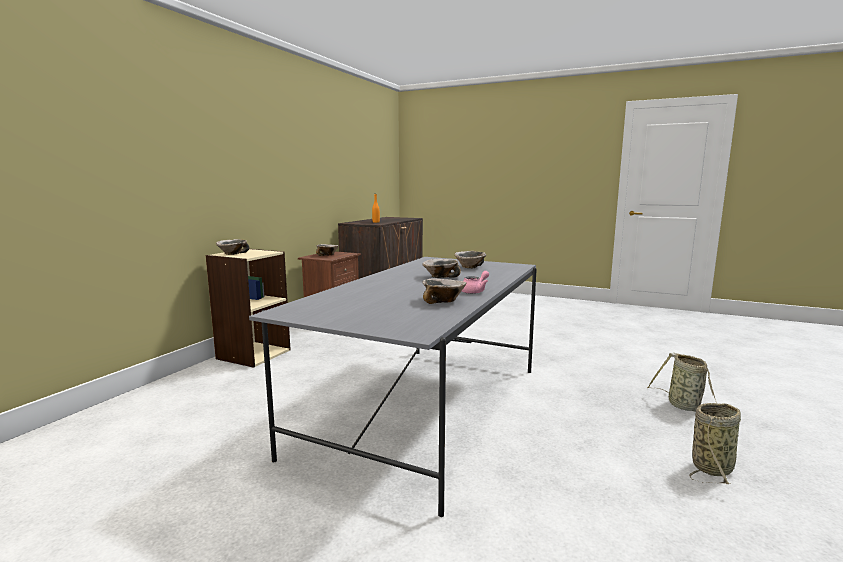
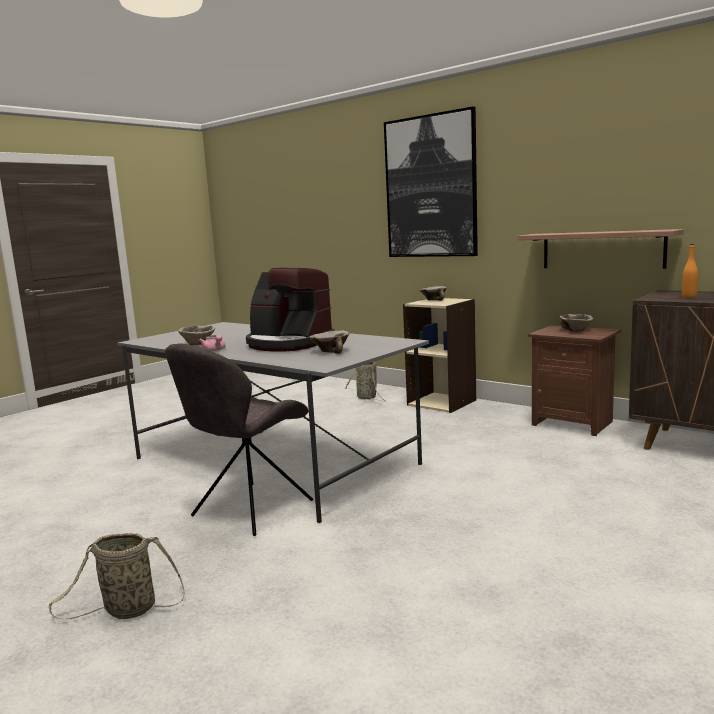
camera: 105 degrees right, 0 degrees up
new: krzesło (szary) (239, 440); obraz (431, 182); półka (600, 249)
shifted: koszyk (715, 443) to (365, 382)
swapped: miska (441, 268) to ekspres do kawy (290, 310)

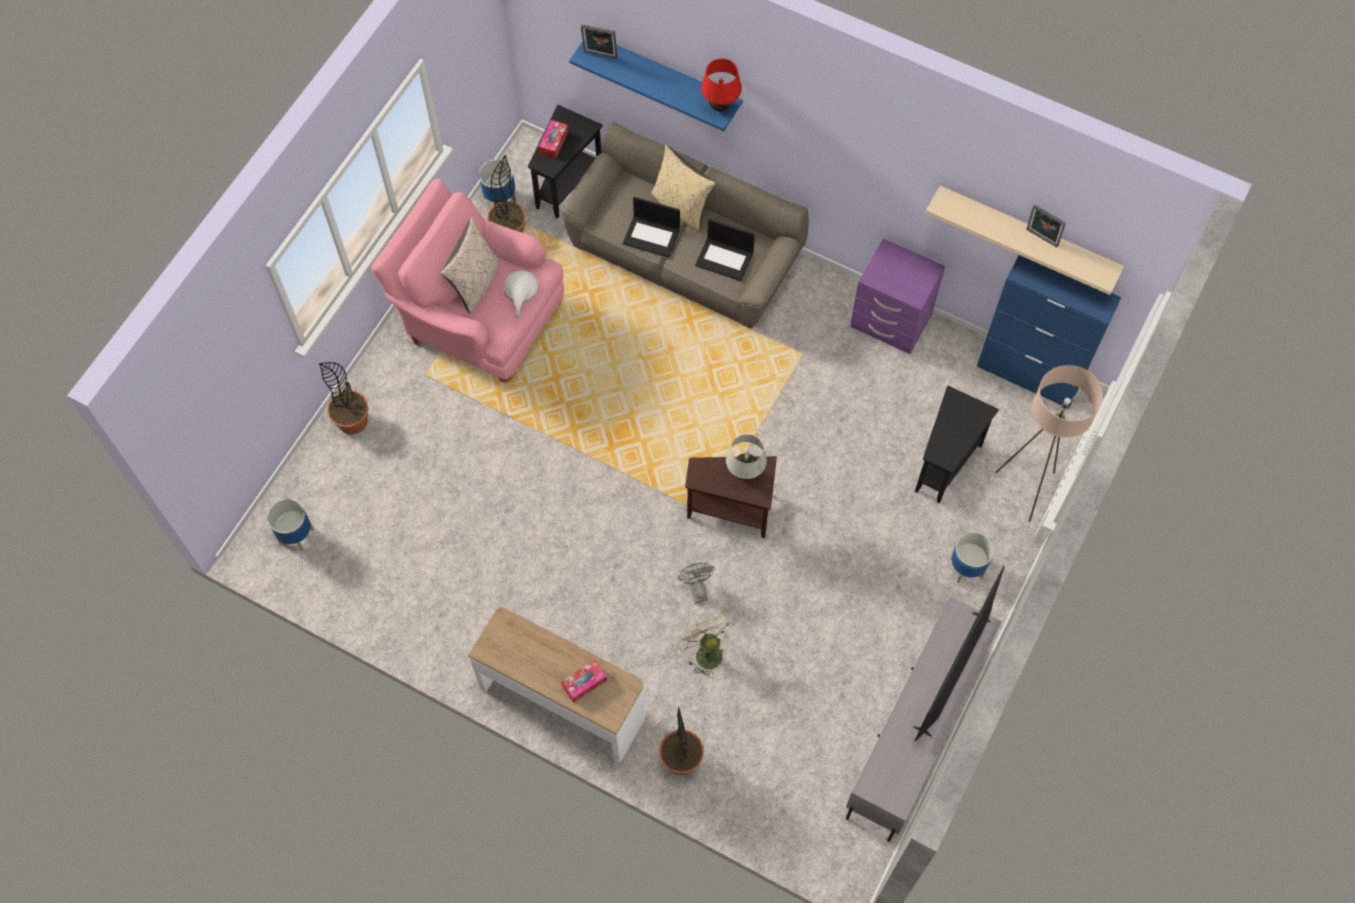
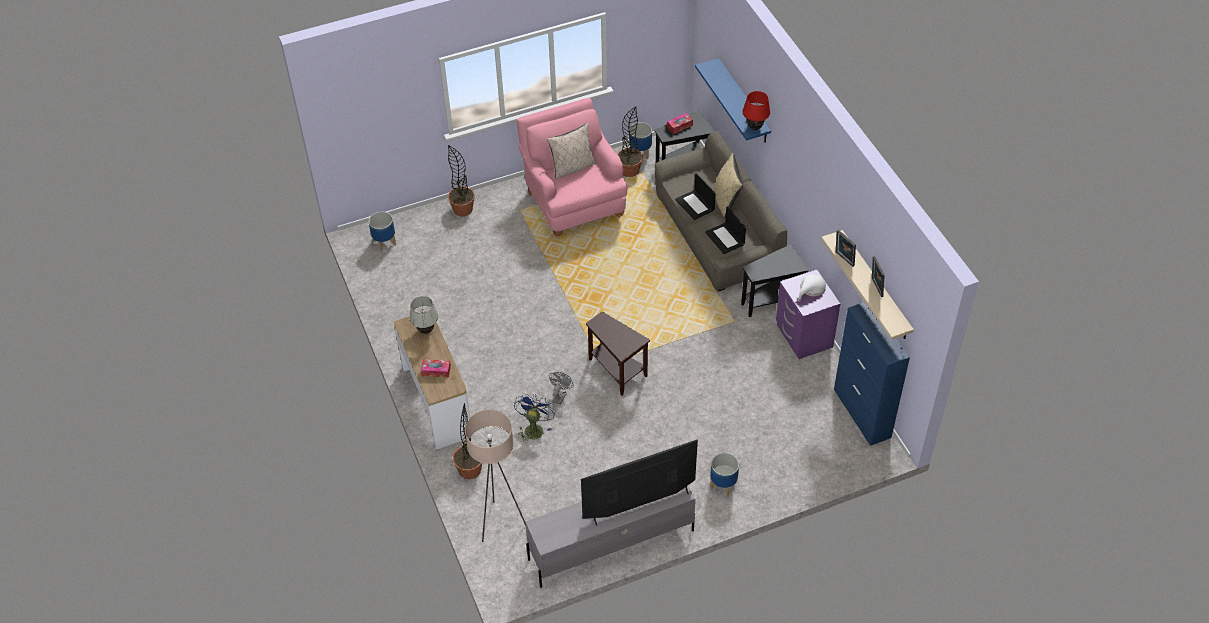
camera: 40 degrees right, 15 degrees down
shifted: kapelusz (biały) (521, 294) to (811, 288); ramka na zdjęcie (599, 41) to (846, 248); lampa stołowa (biały) (746, 457) to (423, 315); stolik (czarny) (957, 444) to (775, 280); lampa stojąca (beżowy) (1049, 443) to (495, 476)
repainted: wentylator (beżowy) (705, 645) to wentylator (niebieski) (535, 418)

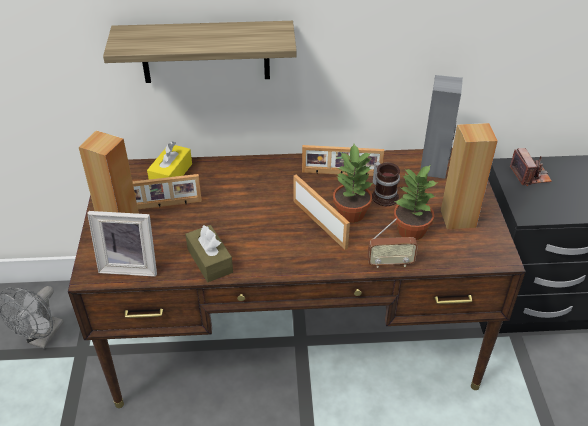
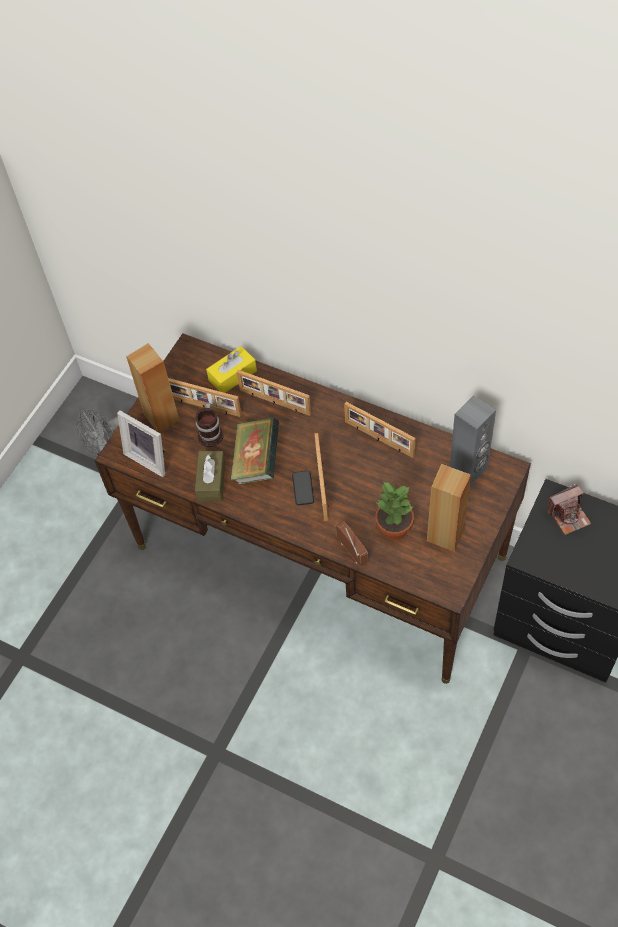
camera: 35 degrees right, 15 degrees up
gone: półka (200, 52); roślina doniczkowa (353, 183)
new: książka (255, 450); ramka na zdjęcie (274, 393); telefon (303, 488)
shifted: kubek (386, 184) to (209, 425)
rotated: radio (392, 243) = (352, 544) 150 degrees counterclockwise; aparat fotograficzny (531, 167) = (569, 509) 45 degrees clockwise

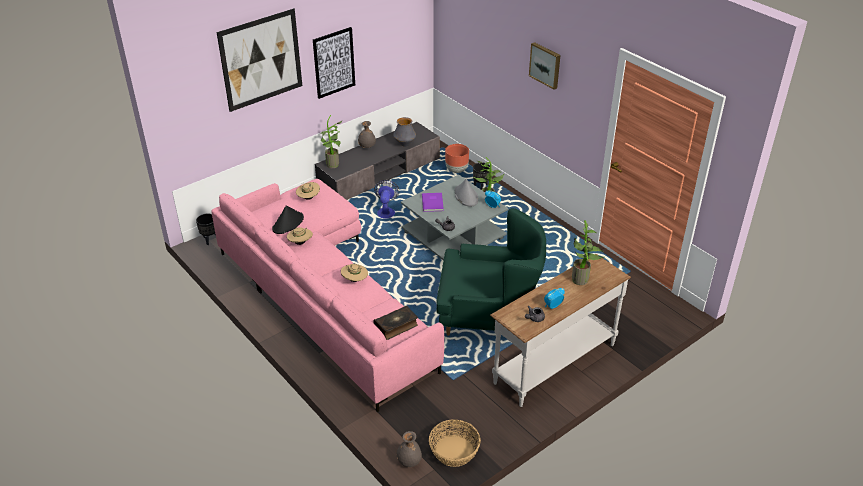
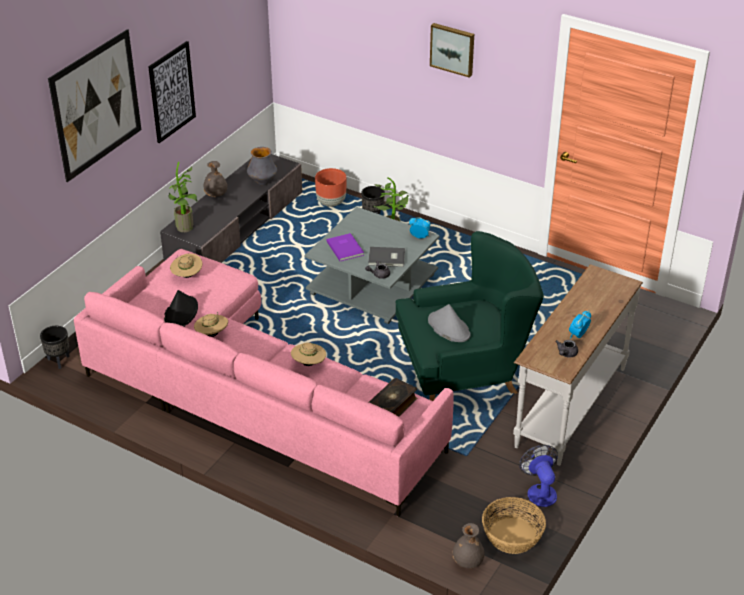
camera: 20 degrees left, 0 degrees up
gone: roślina doniczkowa (588, 252)
new: książka (szary) (386, 257)
shifted: wentylator (386, 199) to (538, 476); kapelusz (szary) (466, 193) to (449, 323)

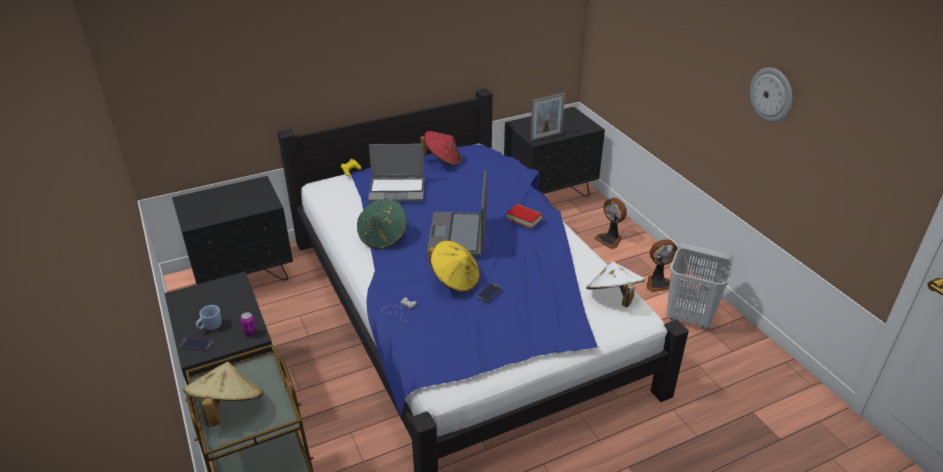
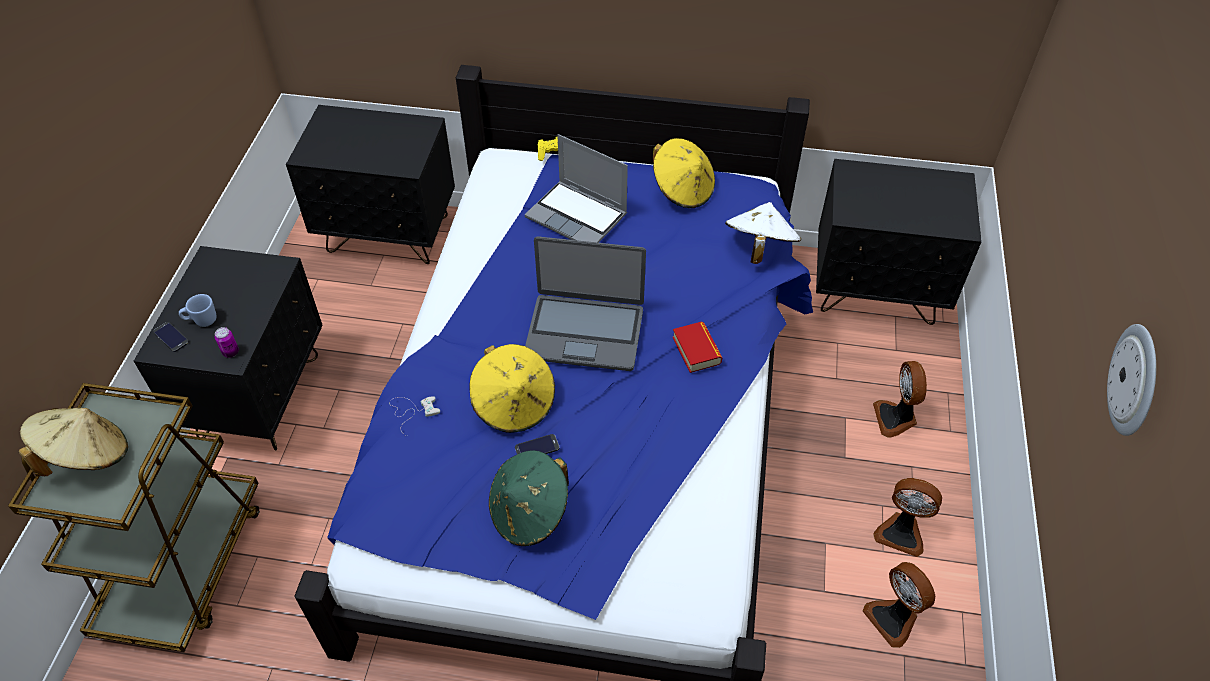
camera: 35 degrees right, 15 degrees up
gone: ramka na zdjęcie (547, 117)
shifted: kapelusz (zielony) (382, 223) to (529, 498); kapelusz (biały) (615, 284) to (763, 233)
swapped: kosz na pranie (biały) (700, 286) to wentylator (899, 605)
repainted: kapelusz (czerwony) (440, 148) to kapelusz (żółty) (684, 173)
rotated: laptop (457, 213) = (585, 303) 120 degrees counterclockwise

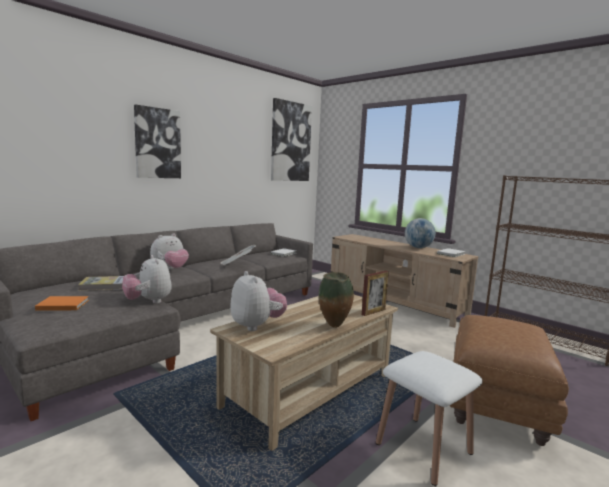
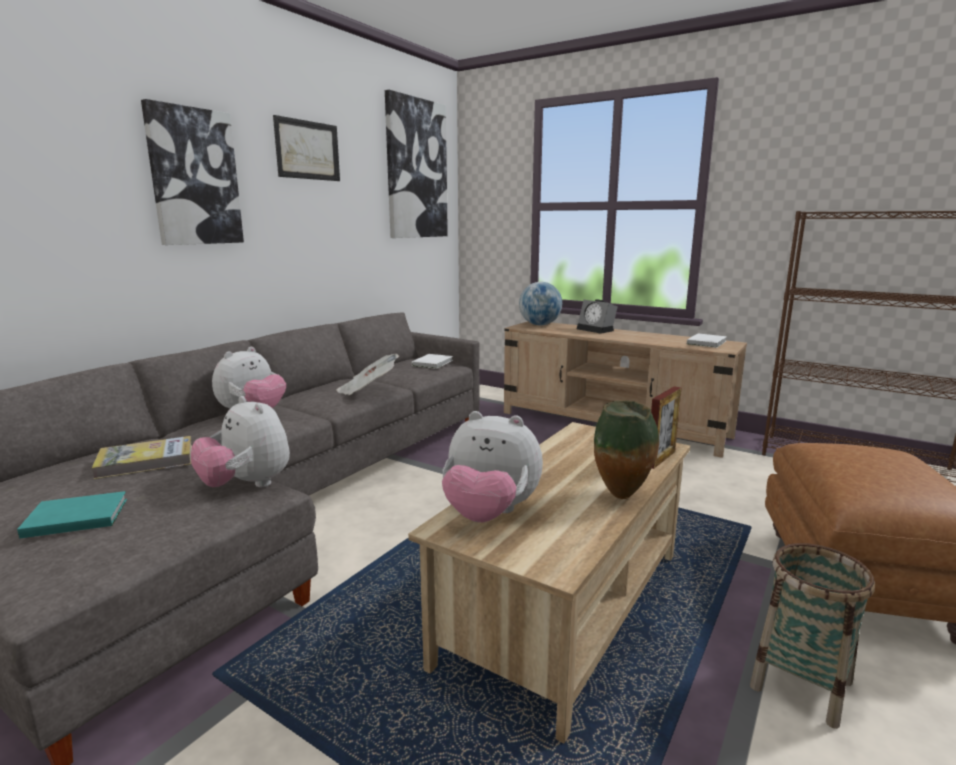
camera: 10 degrees left, 5 degrees up
new: obraz (306, 148); budzik (597, 316)
shifted: globus (420, 233) to (540, 303)
swapped: stołek (biały) (429, 418) to koszyk (812, 636)
repainted: książka (pomarańczowy) (62, 303) to książka (turkusowy) (72, 515)
rotated: pluszak (258, 301) = (492, 466) 150 degrees clockwise

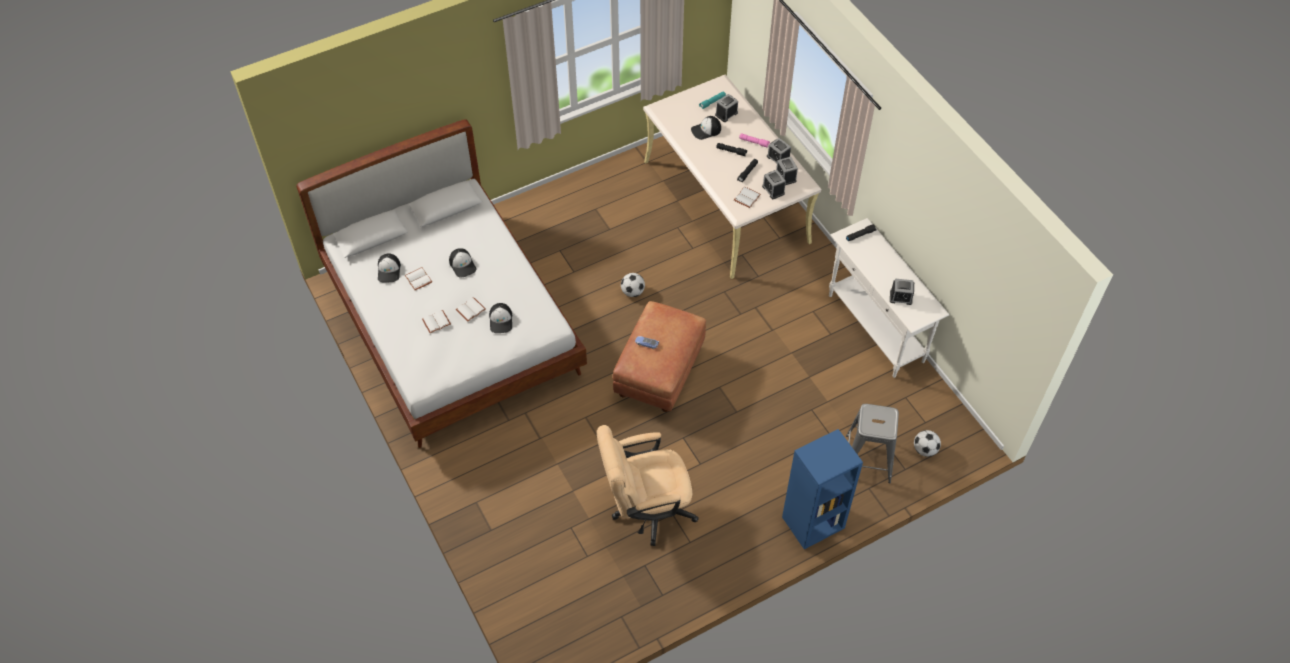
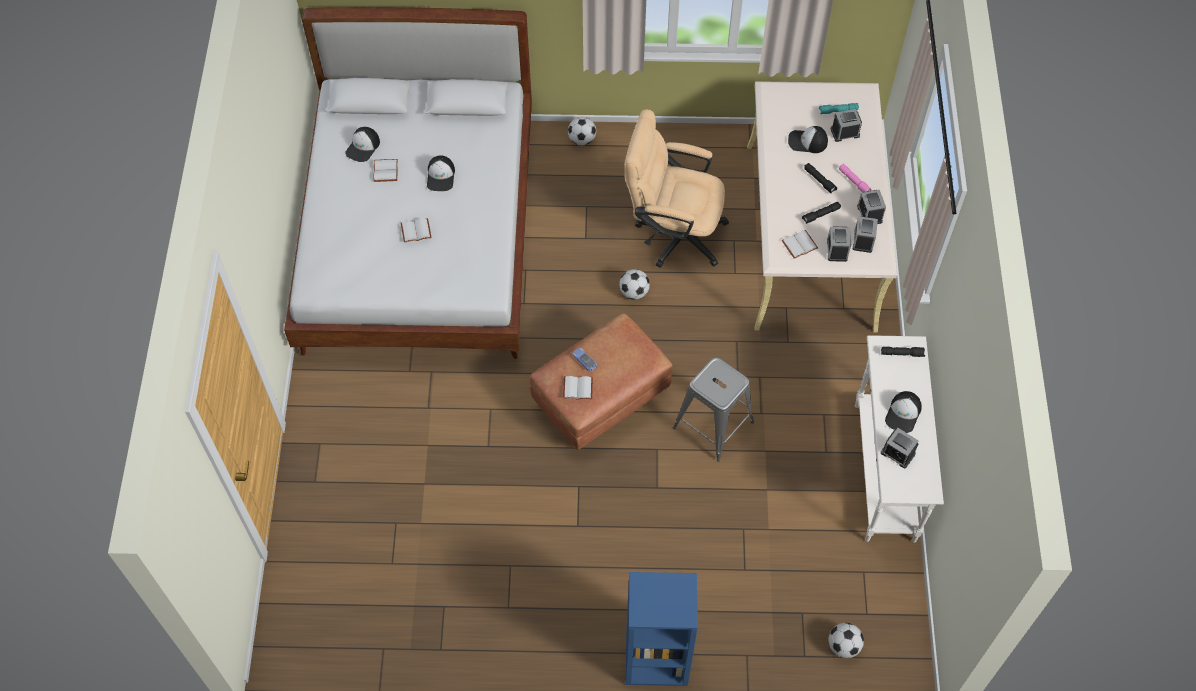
camera: 30 degrees right, 5 degrees up
new: piłka futbolowa (582, 130)
shifted: książka (biały) (436, 321) to (578, 387); czapka z daszkiem (500, 318) to (903, 412); krzesło biurowe (beżowy) (647, 485) to (676, 188); stołek (szary) (872, 444) to (713, 409)

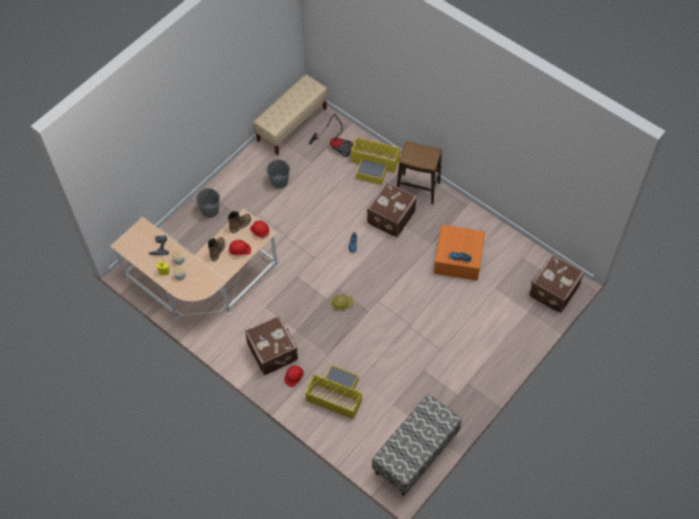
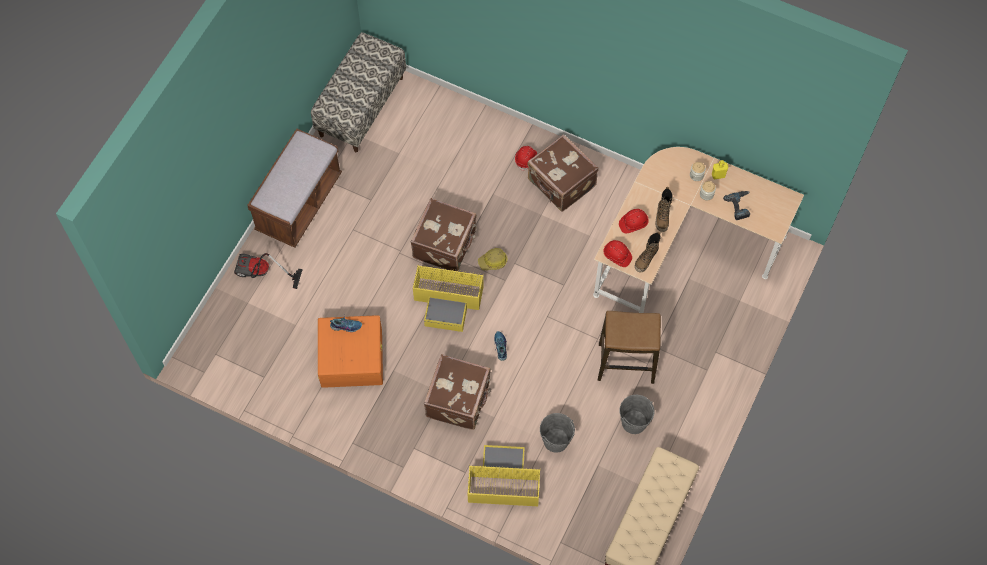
camera: 165 degrees right, 5 degrees up
new: ławka (brązowy) (294, 188)
shifted: wiadro (szary) (208, 203) to (557, 433); pojemnik do przechowywania (żółty) (333, 392) to (448, 298); odkurzacz (331, 135) to (268, 271); stołek (419, 172) to (629, 347); walizka (brązowy) (556, 283) to (444, 234)

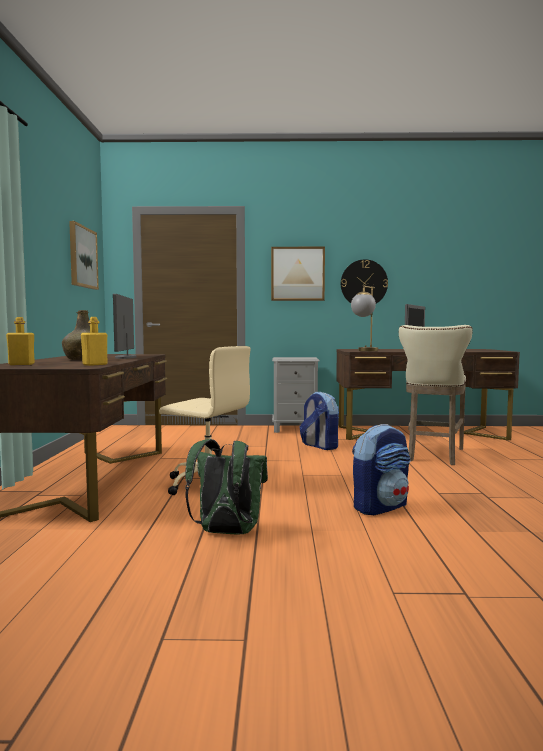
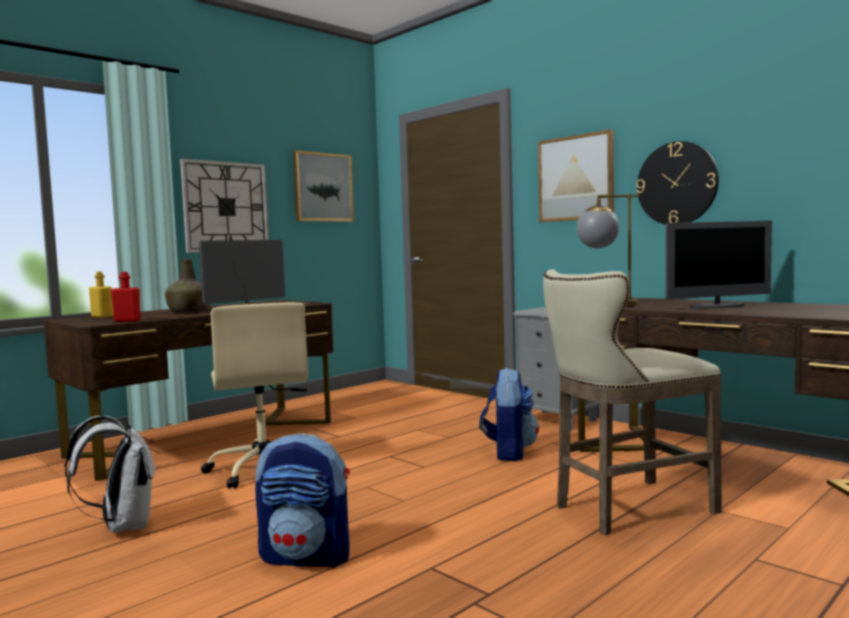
camera: 45 degrees right, 0 degrees up
new: zegar ścienny (224, 206)
repainted: butelka (żółty) (94, 341) to butelka (czerwony) (126, 297); plecak (zielony) (226, 486) to plecak (biały) (109, 474)

